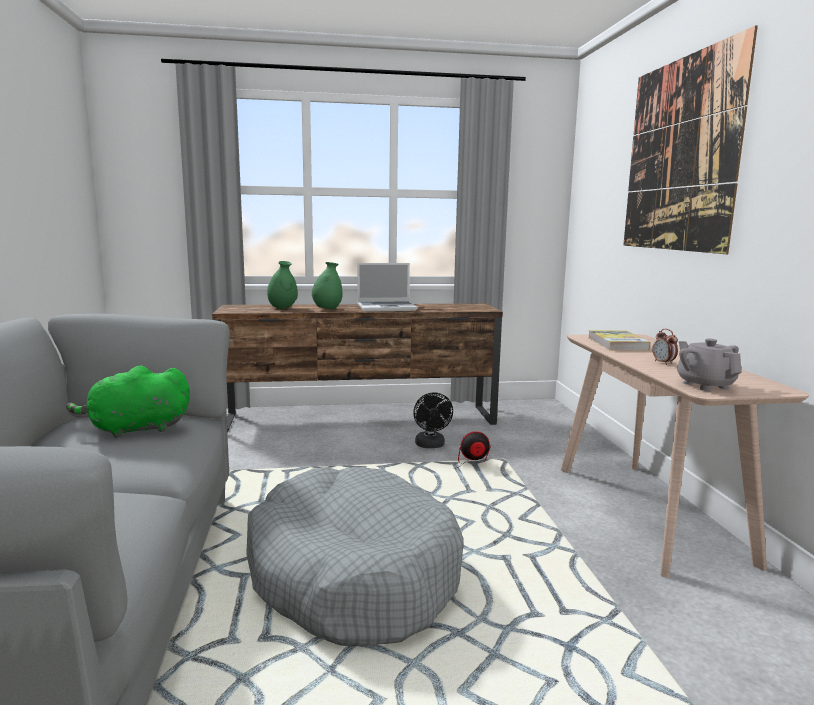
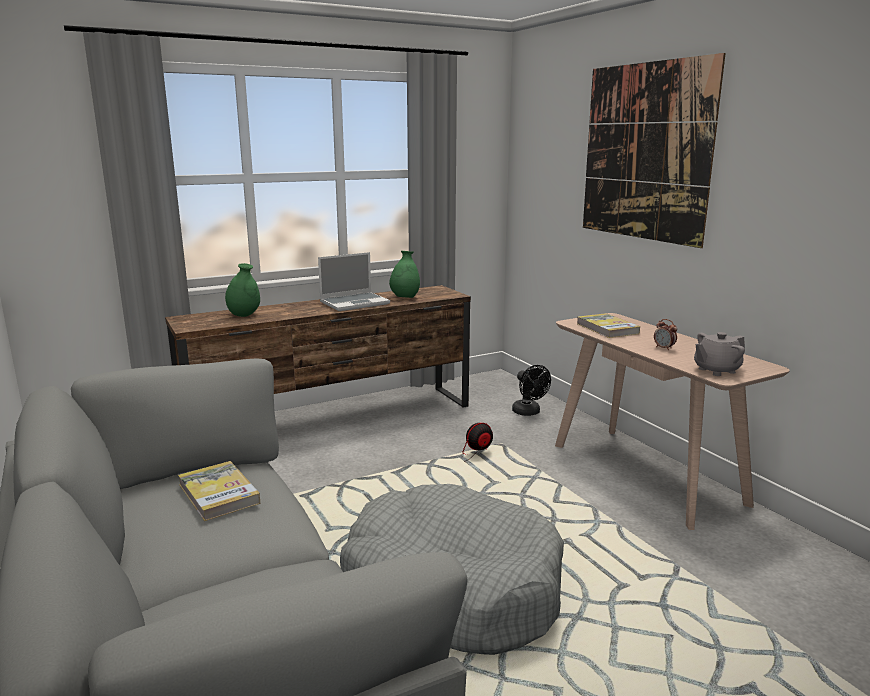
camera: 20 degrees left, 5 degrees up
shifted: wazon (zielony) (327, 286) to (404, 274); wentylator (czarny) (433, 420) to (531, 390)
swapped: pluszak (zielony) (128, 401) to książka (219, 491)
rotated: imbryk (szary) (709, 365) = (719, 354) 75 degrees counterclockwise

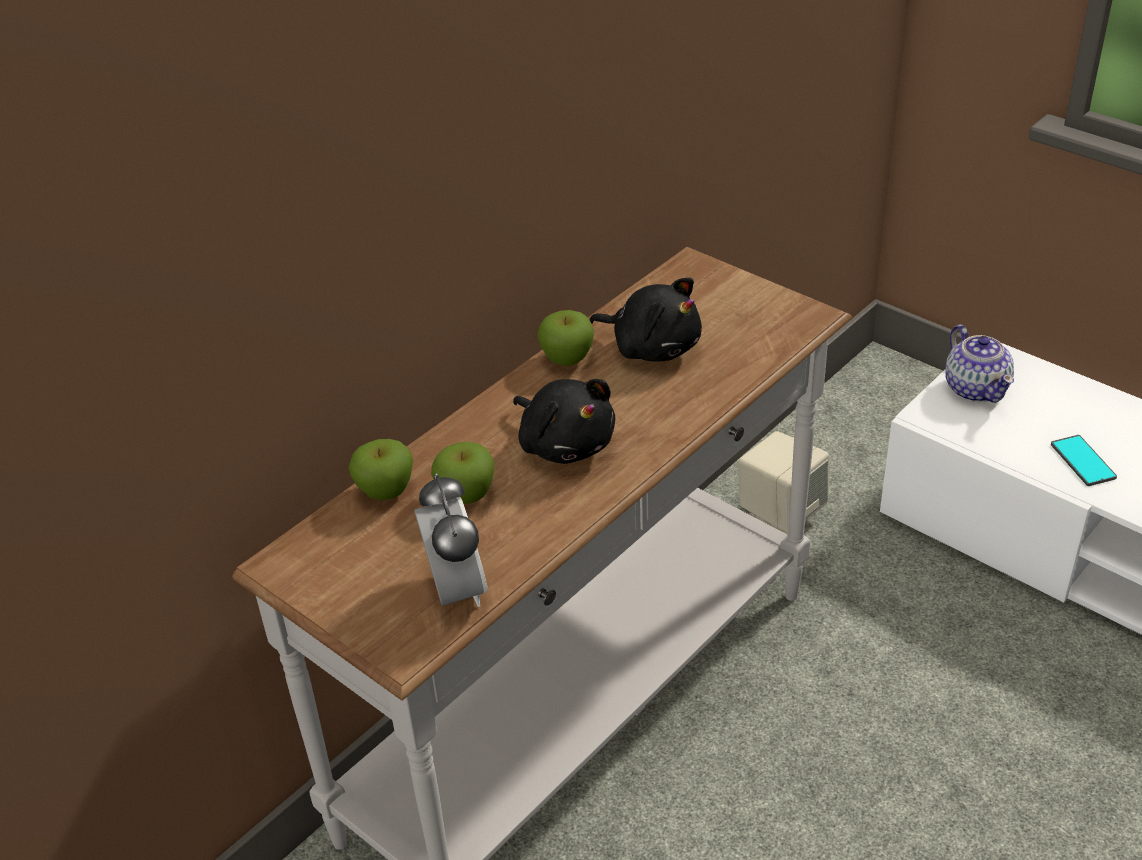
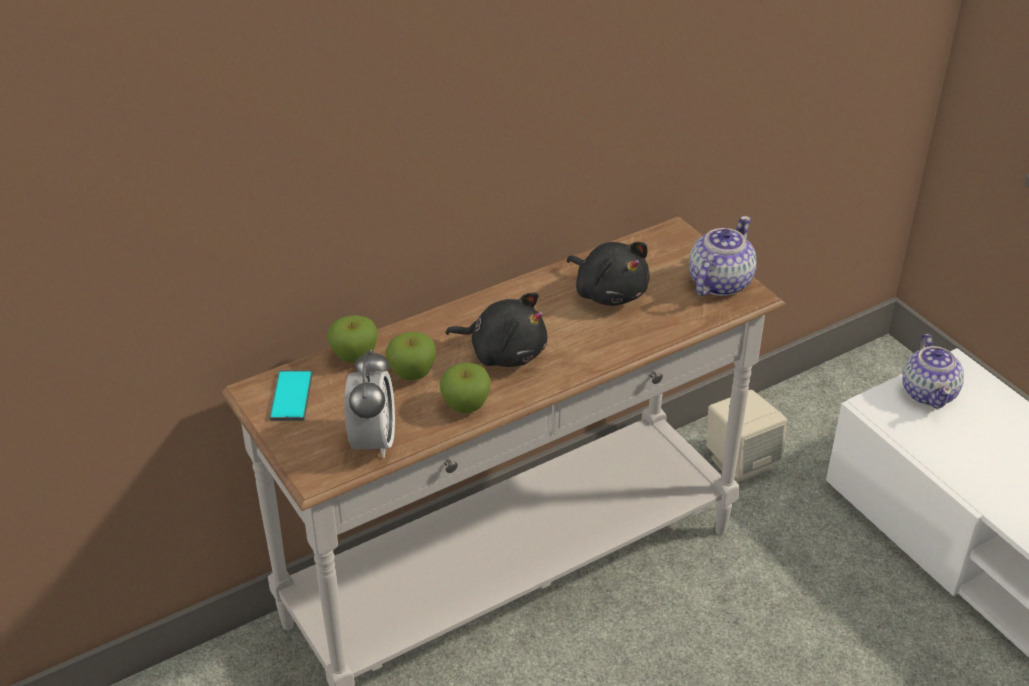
camera: 15 degrees right, 0 degrees up
new: imbryk (722, 256)
shifted: jabłko (565, 338) to (465, 387); telefon (1084, 460) to (291, 395)
rotated: pluszak (czarny) (564, 421) = (496, 329) 45 degrees counterclockwise

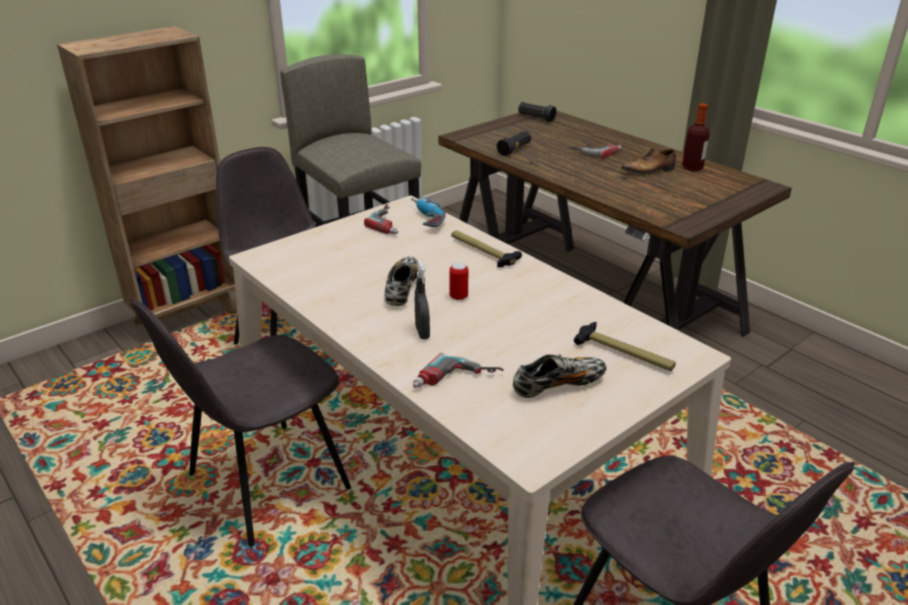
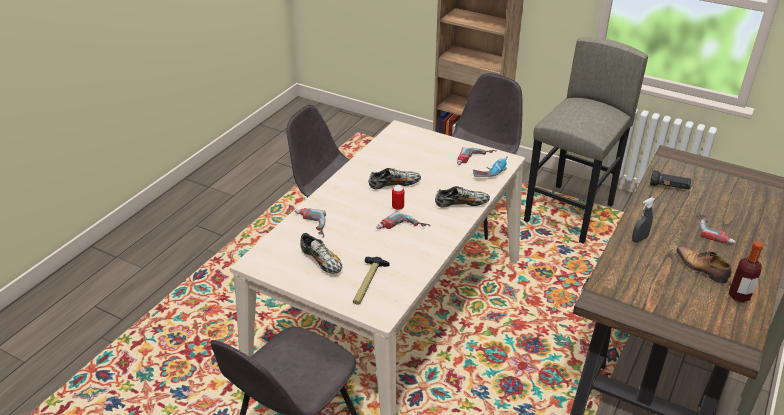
camera: 70 degrees right, 5 degrees up
gone: latarka (czarny) (537, 112)
new: wiertarka (403, 220)
shifted: spryskiwacz (szary) (422, 299) to (643, 220)
swapped: młotek (486, 249) to but (462, 197)

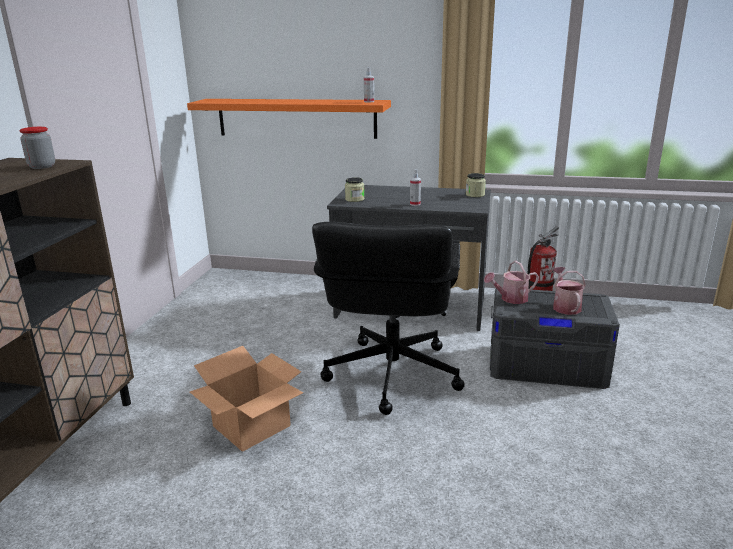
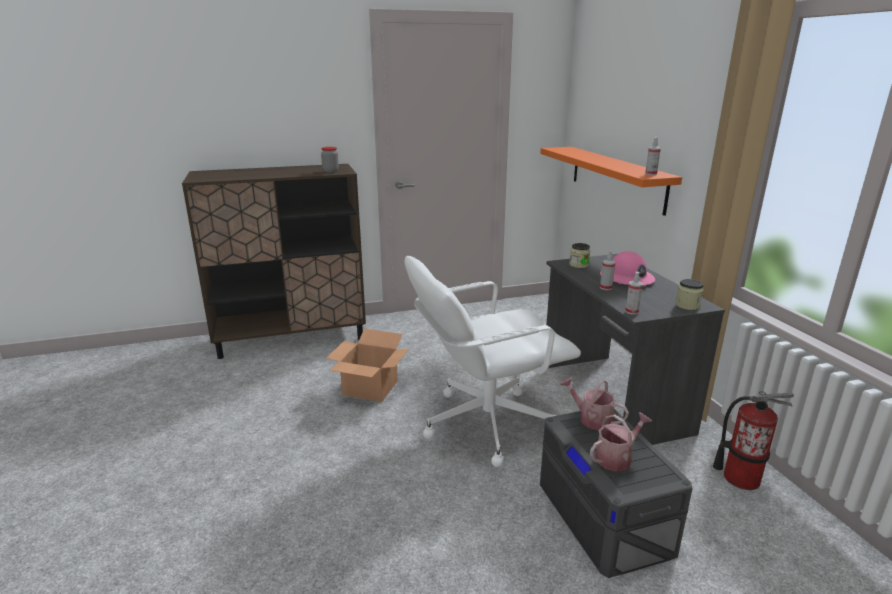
camera: 60 degrees right, 0 degrees up
new: kask (różowy) (627, 268); spryskiwacz (634, 293)
repainted: krzesło biurowe (czarny) (388, 318) to krzesło biurowe (biały) (493, 361)

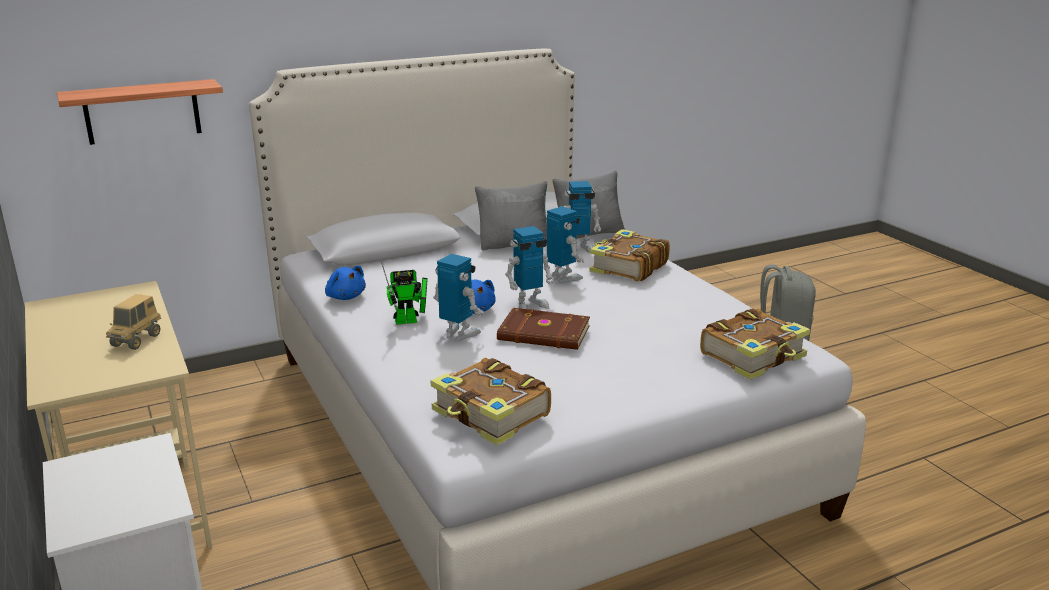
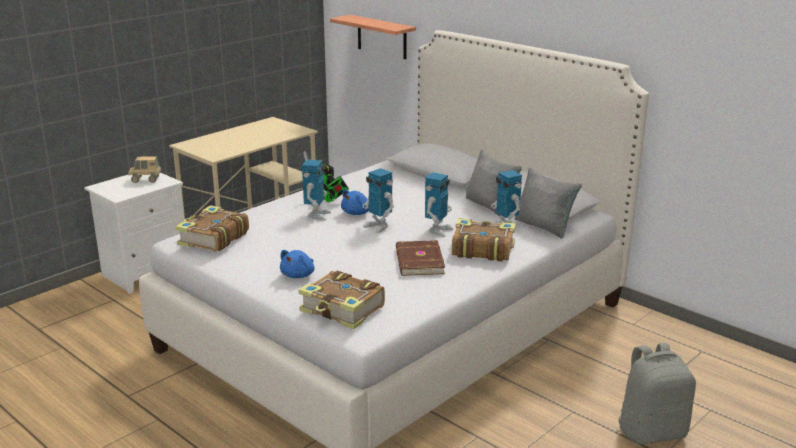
camera: 70 degrees right, 0 degrees up
shifted: ciężarówka zabawkowa (133, 322) to (144, 169); pluszak (niebieski) (345, 283) to (297, 264); książka (brązowy) (543, 329) to (420, 258)

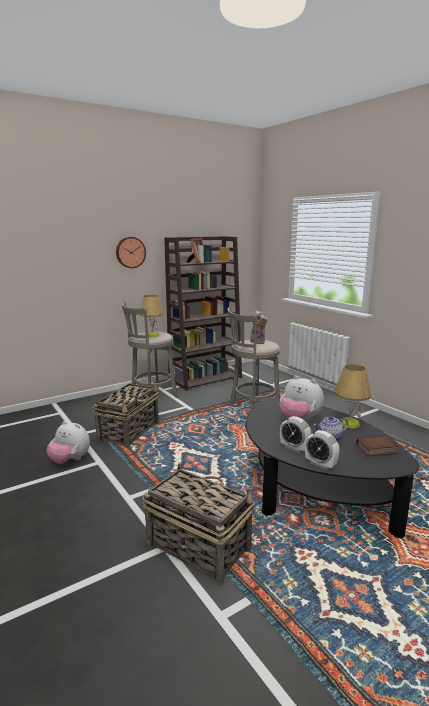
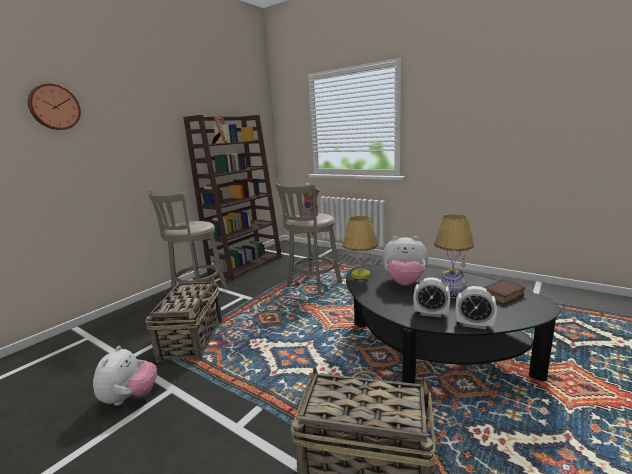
camera: 20 degrees left, 0 degrees up
shifted: zegar ścienny (131, 252) to (54, 106); lampa stołowa (152, 316) to (360, 247)
rotated: pluszak (68, 442) = (125, 376) 90 degrees counterclockwise

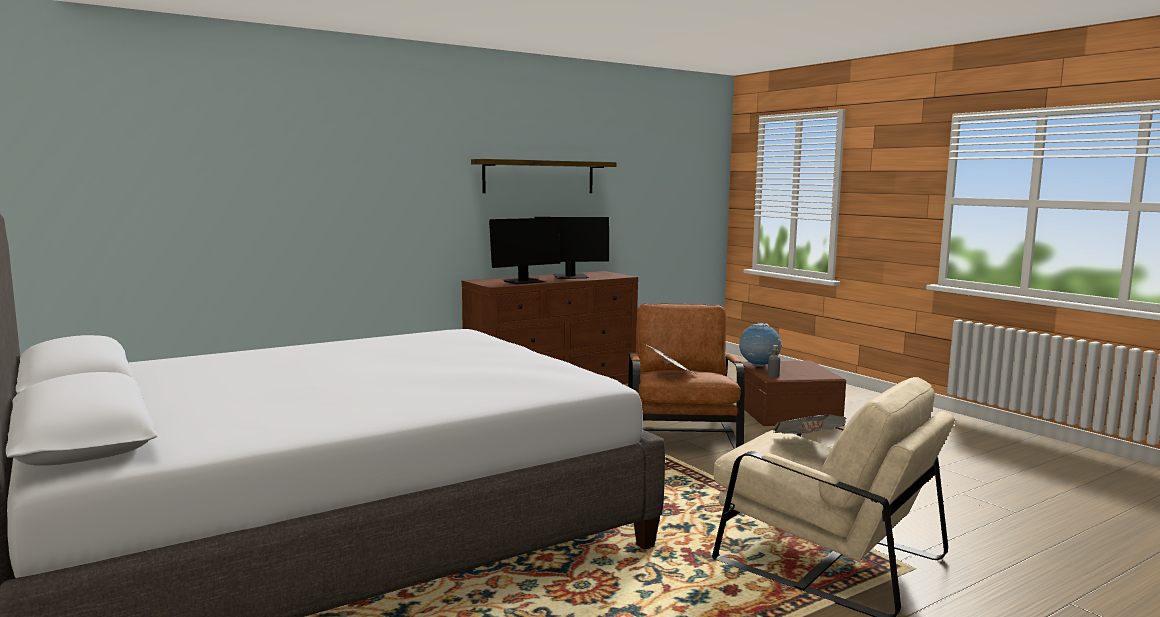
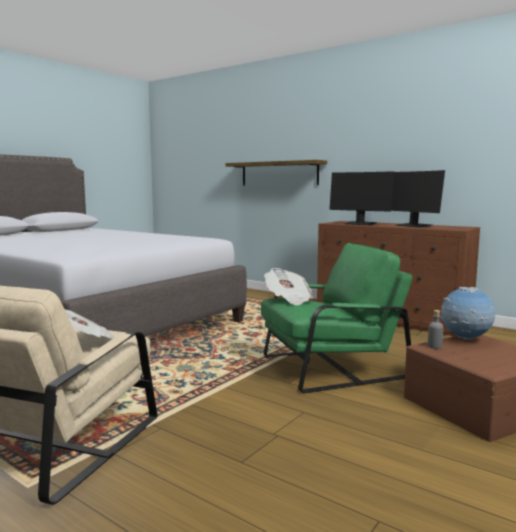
camera: 70 degrees right, 0 degrees up
shifted: półka (543, 176) to (276, 172)
repainted: fotel (brązowy) (686, 376) to fotel (zielony) (337, 318)

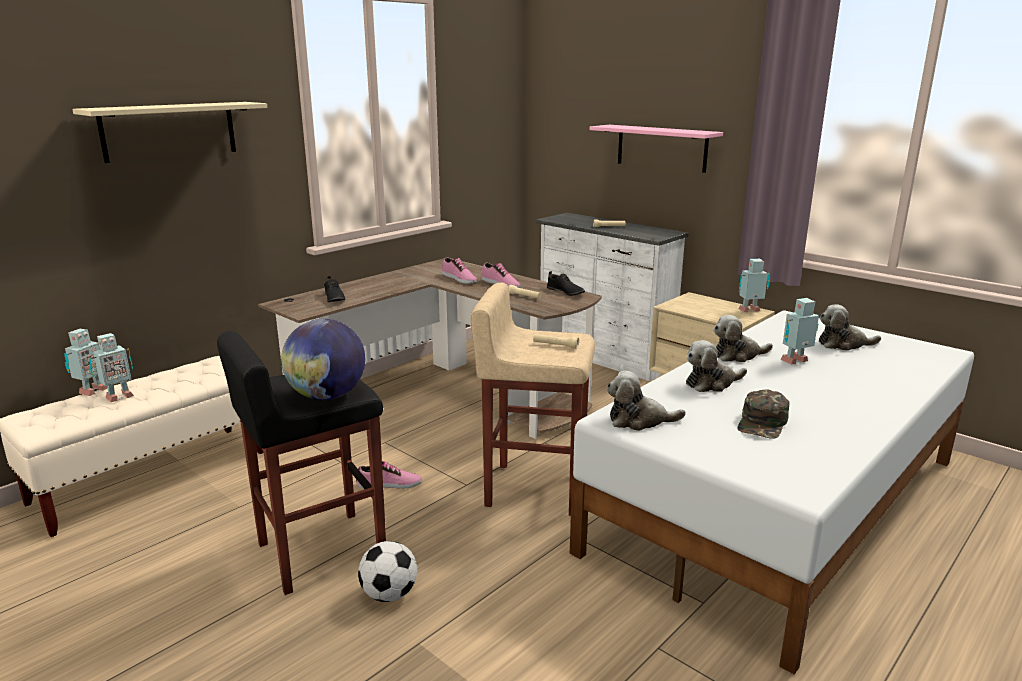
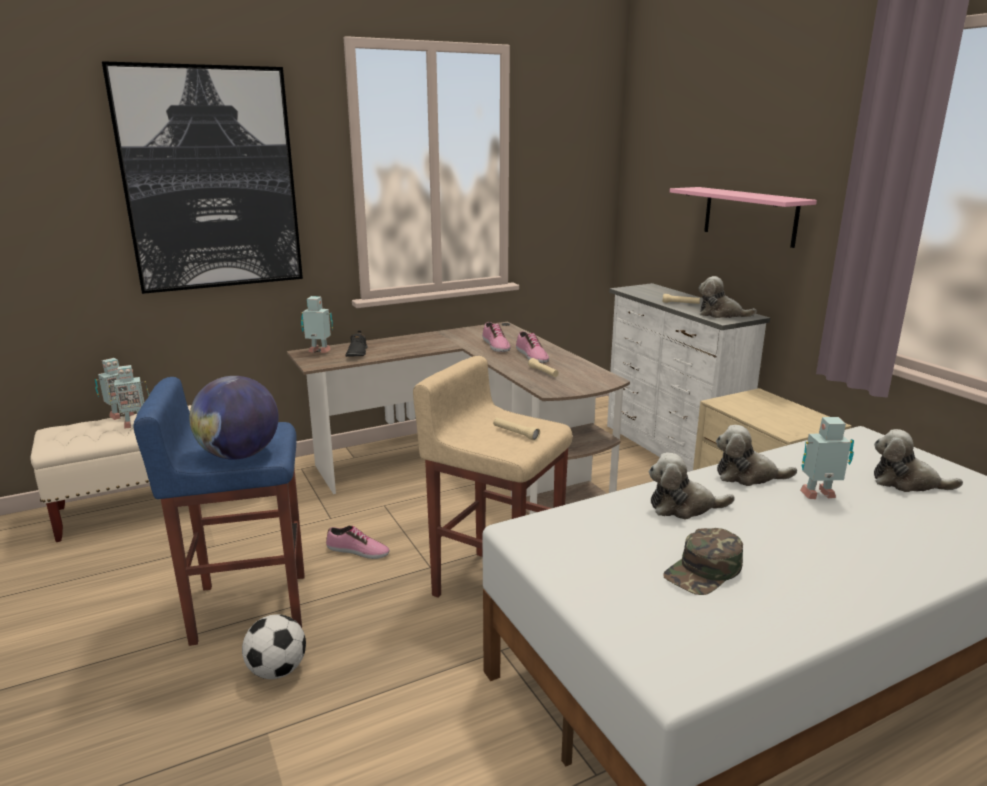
camera: 20 degrees right, 0 degrees up
gone: but (czarny) (566, 283)
shifted: pluszak (646, 401) to (728, 297); robot zabawkowy (754, 285) to (317, 324)
swapped: półka (beżowy) (169, 132) to obraz (202, 177)
repainted: stołek (czarny) (301, 463) to stołek (niebieski) (219, 511)

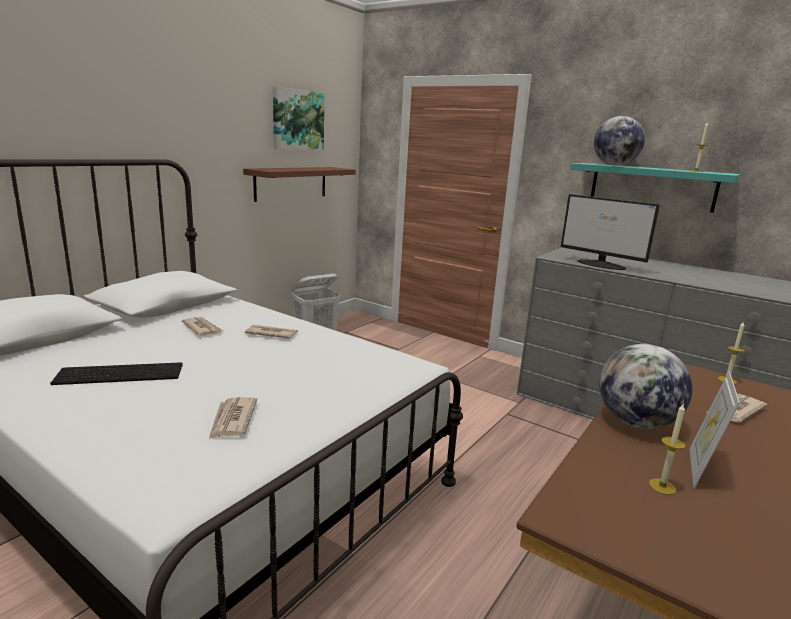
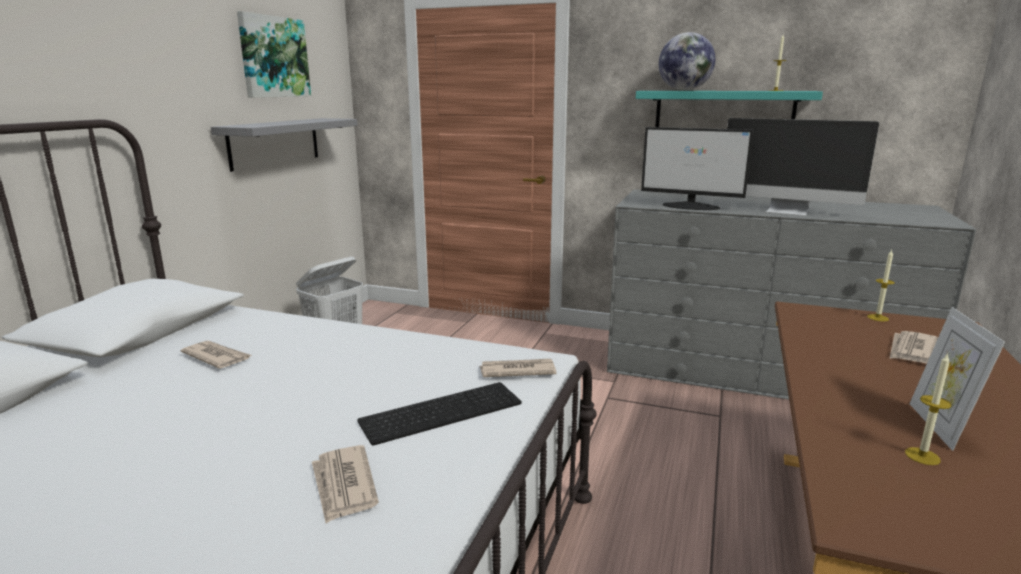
camera: 15 degrees left, 0 degrees up
gone: globus (645, 386)
new: monitor (803, 167)
shifted: klawiatura (116, 373) to (439, 414); gazeta (271, 332) to (518, 368)
repainted: półka (brązowy) (299, 184) to półka (szary) (284, 145)

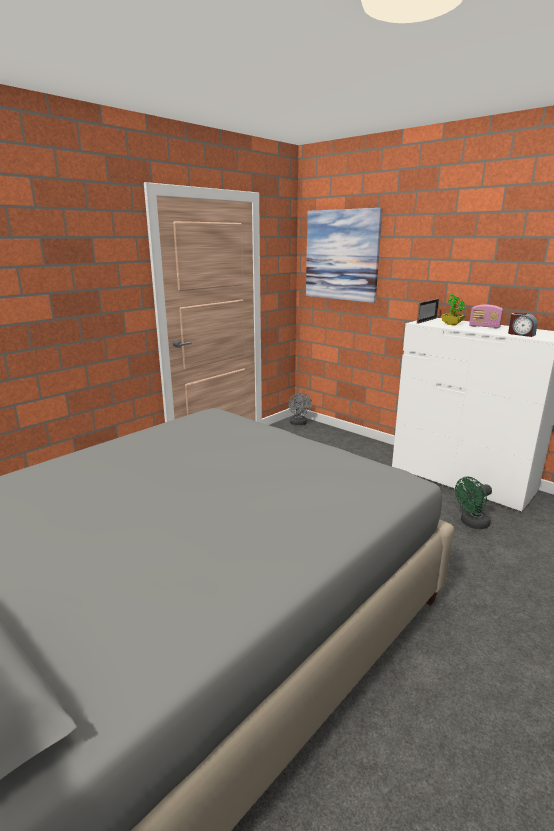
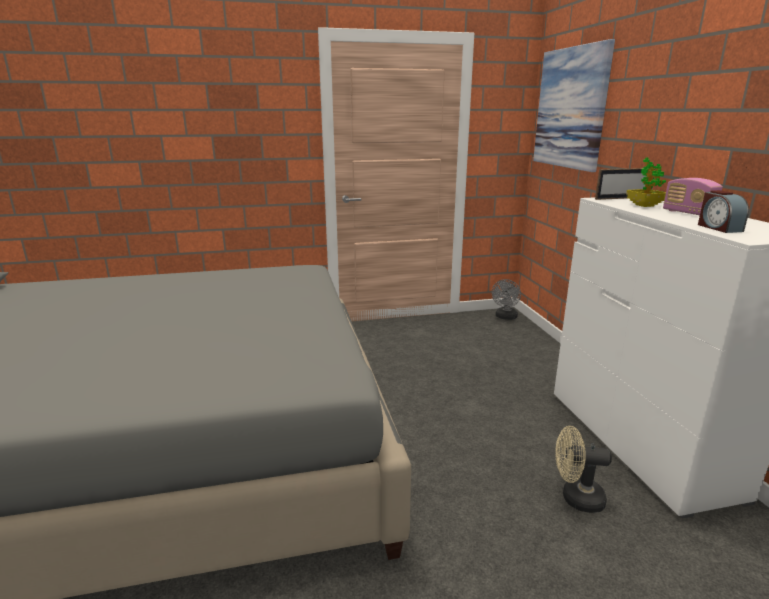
camera: 35 degrees right, 0 degrees up
repainted: wentylator (zielony) (473, 503) to wentylator (beżowy) (583, 469)

